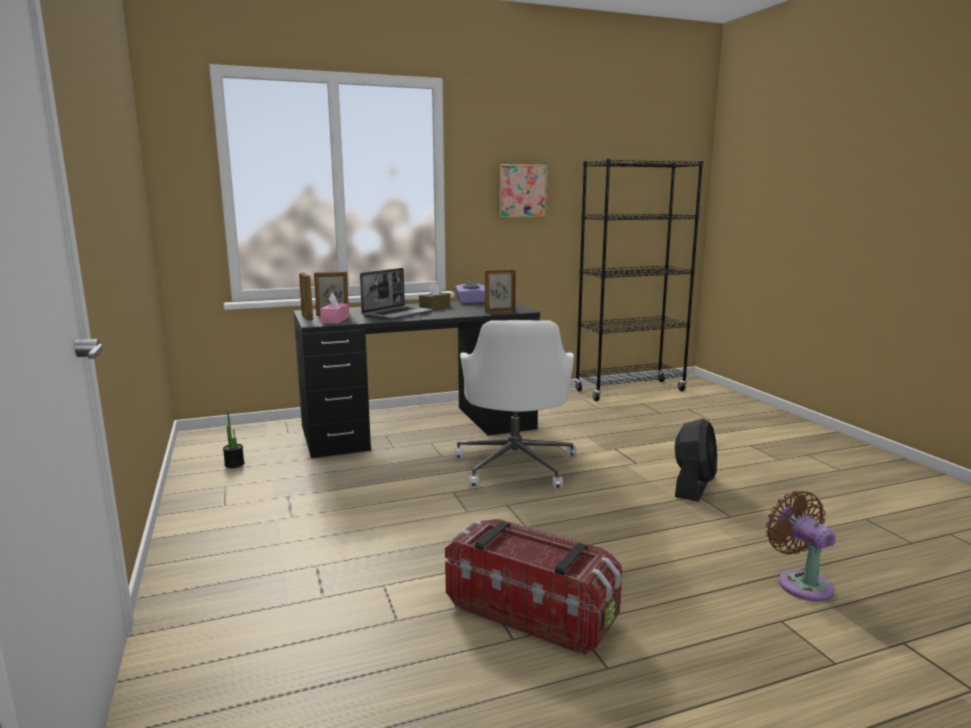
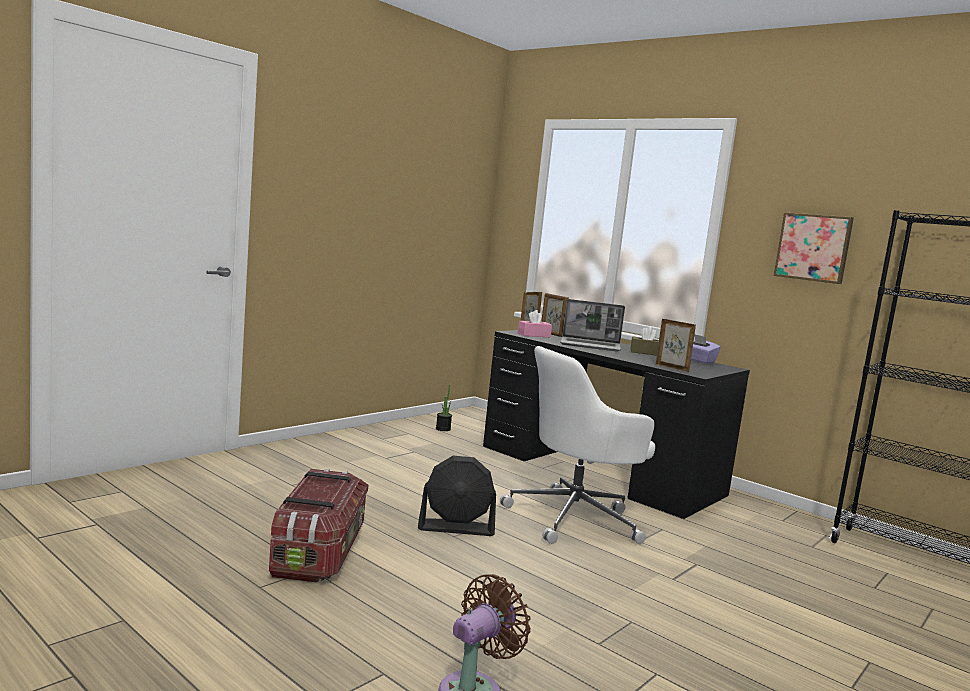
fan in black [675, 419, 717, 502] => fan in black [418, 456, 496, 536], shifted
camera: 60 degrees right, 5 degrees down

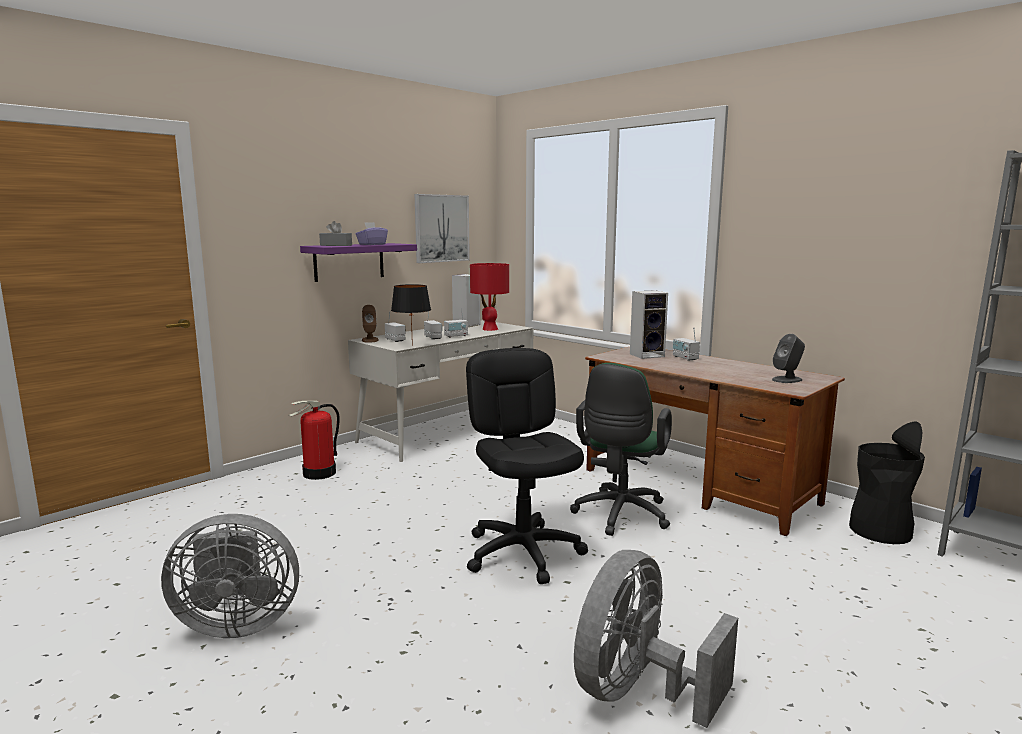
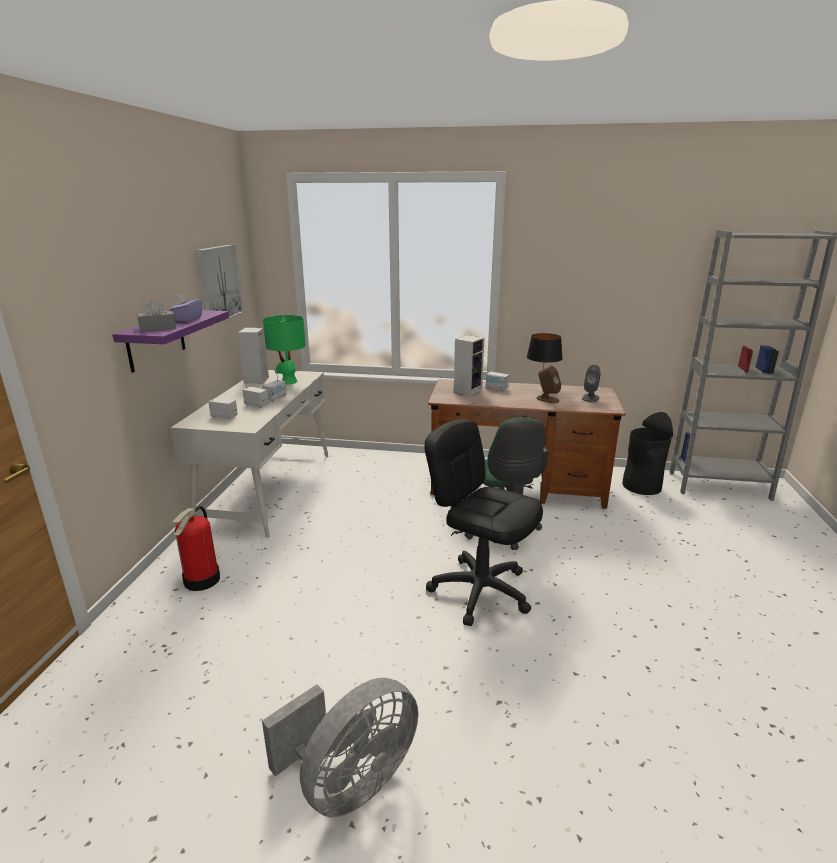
table lamp in red [470, 263, 509, 331] => table lamp in green [263, 315, 306, 384]
table lamp in black [391, 284, 431, 346] => table lamp in black [527, 333, 563, 388], shifted
speaker in brown [362, 305, 379, 342] => speaker in brown [536, 366, 561, 403], shifted
fan in grey [574, 550, 738, 728] => nothing
camera: 35 degrees left, 10 degrees up

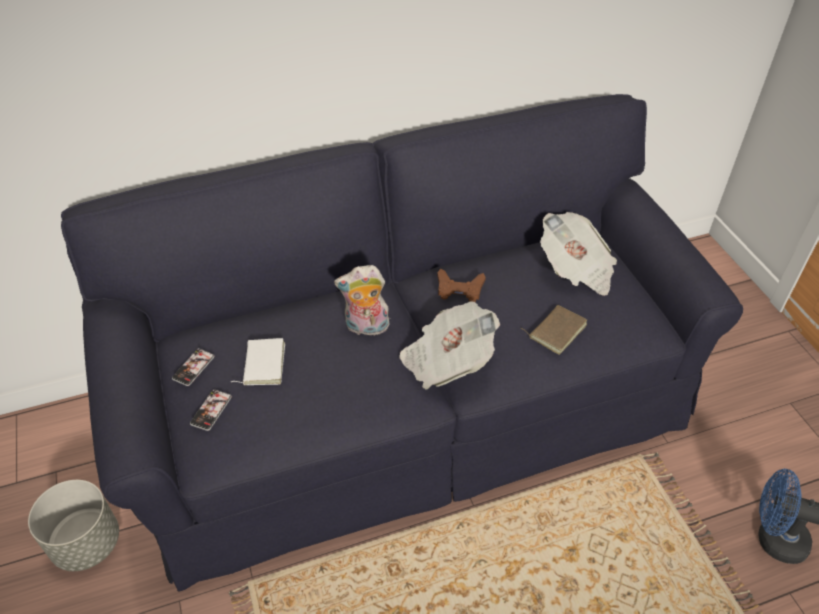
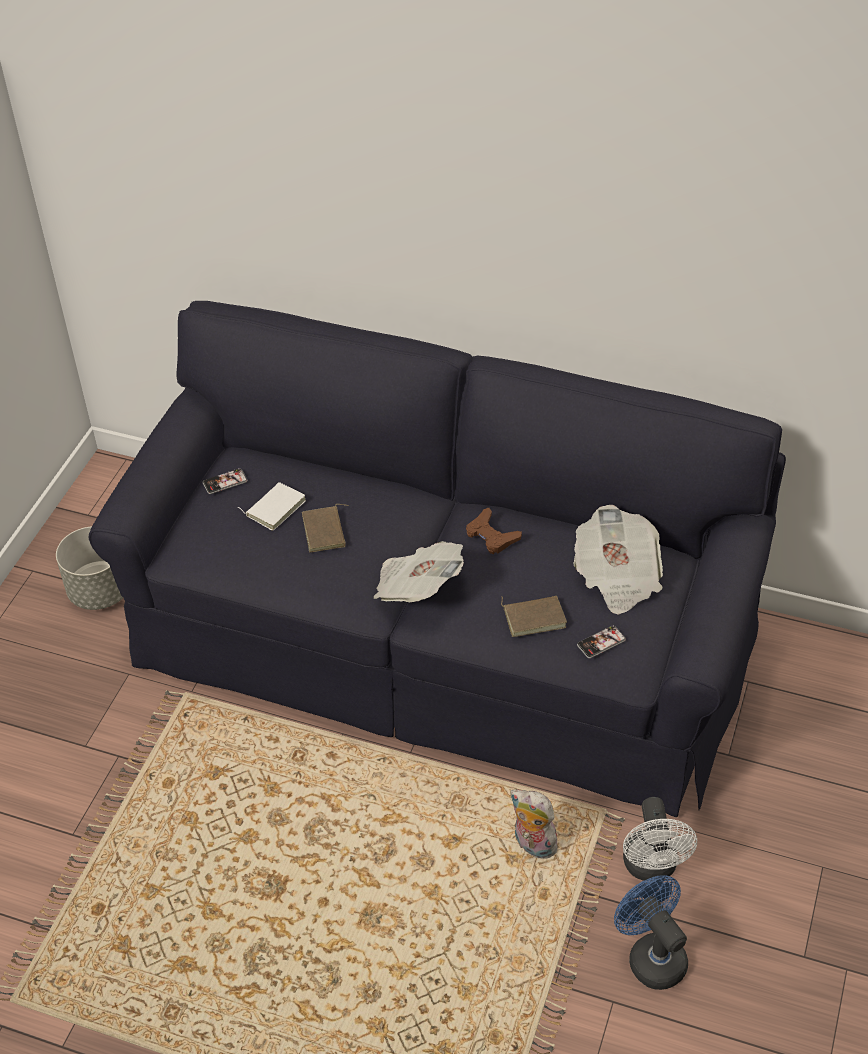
nothing => book in brown [302, 504, 348, 552]
plush toy [334, 265, 390, 336] => plush toy [510, 789, 560, 859], shifted
phone [190, 389, 232, 431] => phone [577, 626, 626, 658], shifted
nothing => fan in white [623, 797, 697, 881]
camera: 40 degrees right, 0 degrees up

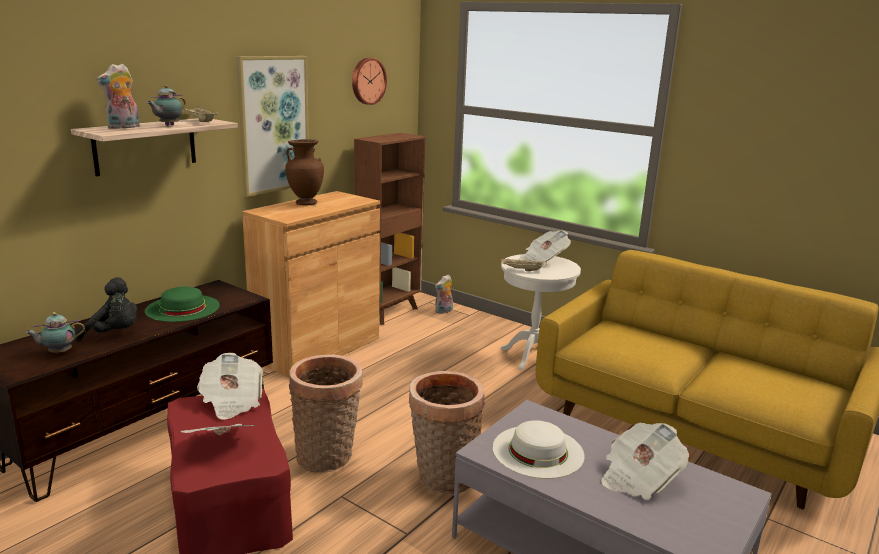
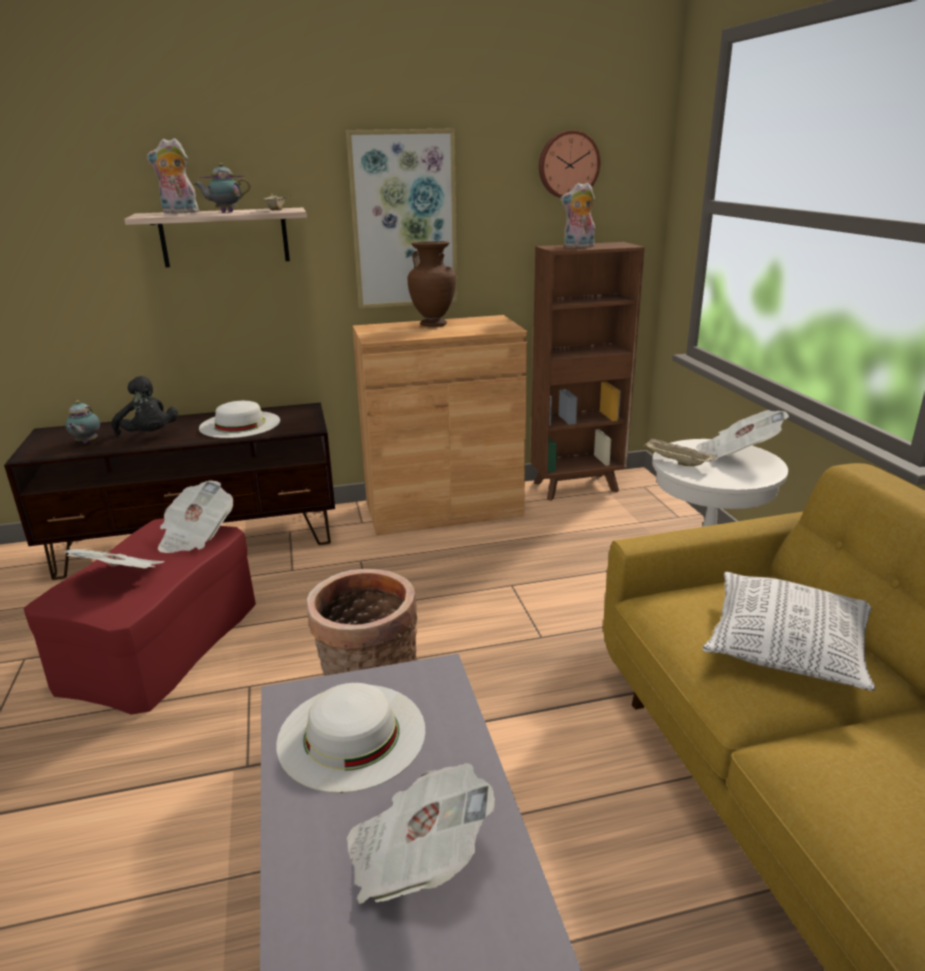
teapot [26, 312, 85, 353] => teapot [65, 400, 100, 444], 105 degrees counterclockwise
hat in green [145, 287, 220, 322] => hat in white [199, 401, 280, 438]
plush toy [435, 275, 453, 314] => plush toy [561, 182, 595, 248], shifted
nothing => pillow [702, 572, 876, 691]
basket [289, 354, 363, 472] => nothing
camera: 40 degrees right, 5 degrees up

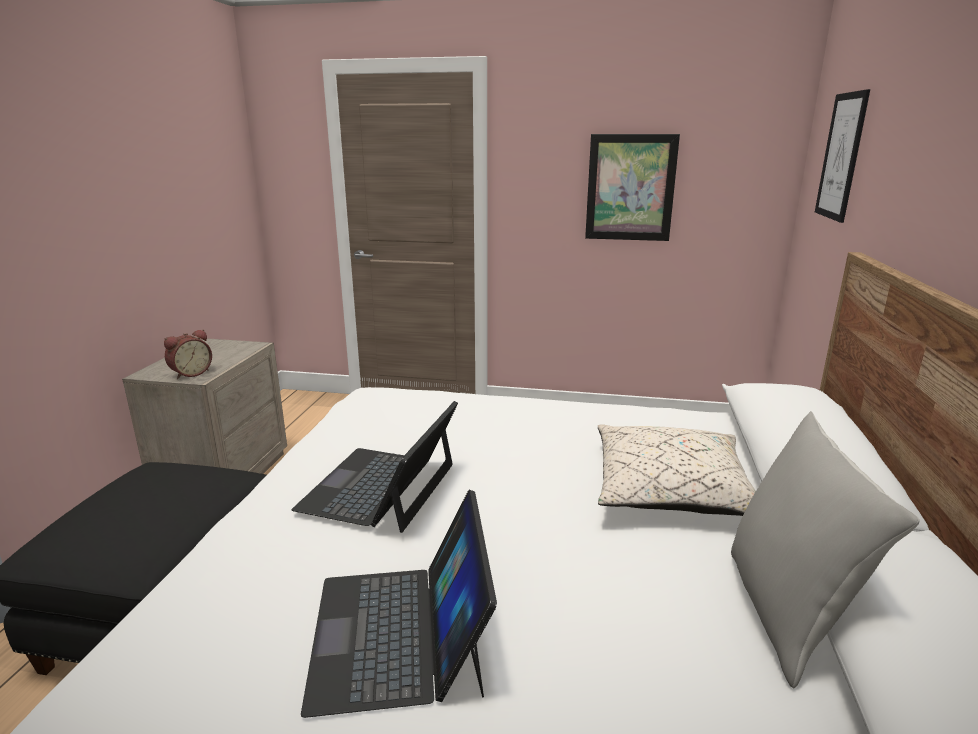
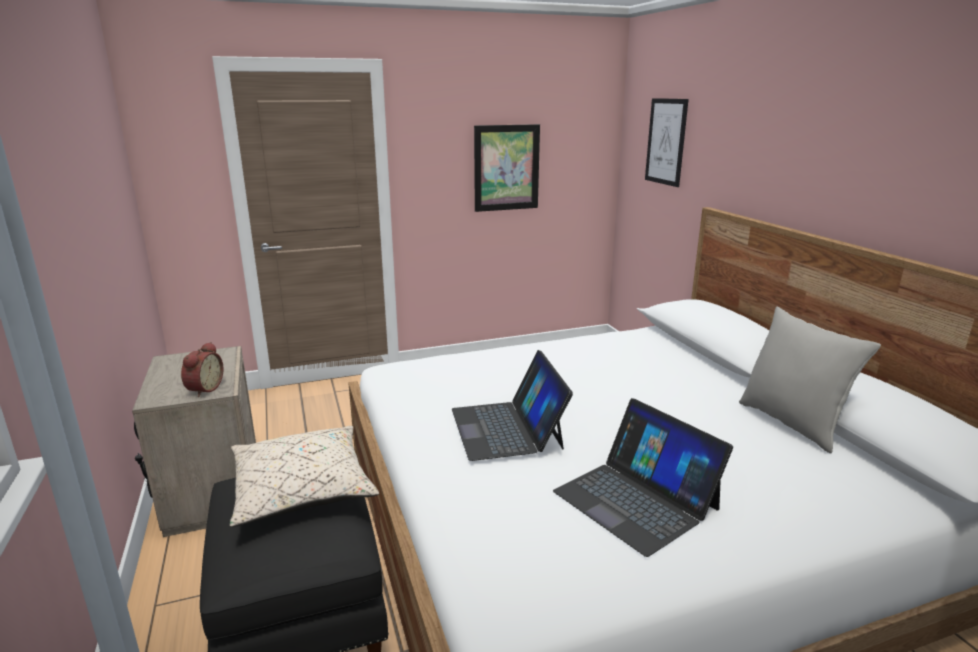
pillow in beige [598, 425, 756, 516] => pillow in beige [230, 426, 379, 527], shifted
camera: 30 degrees left, 0 degrees up

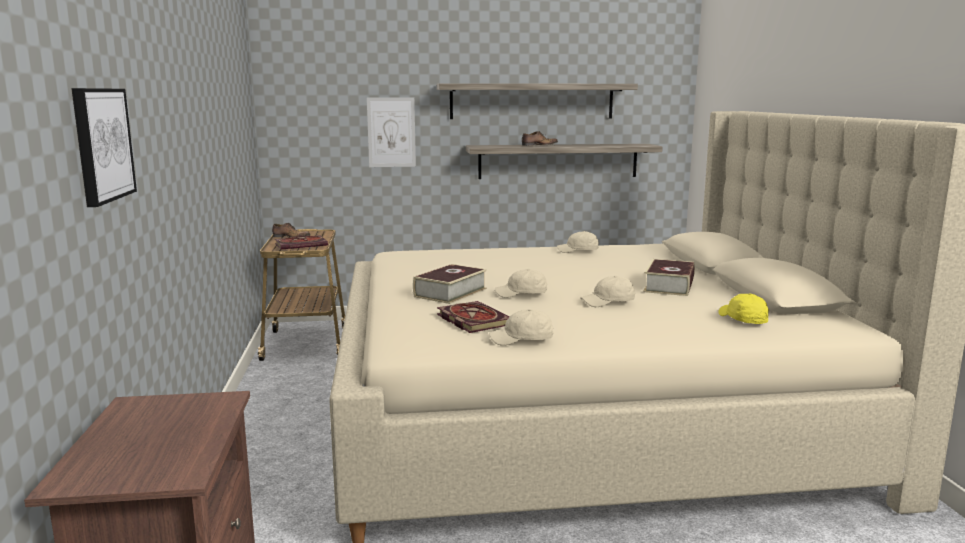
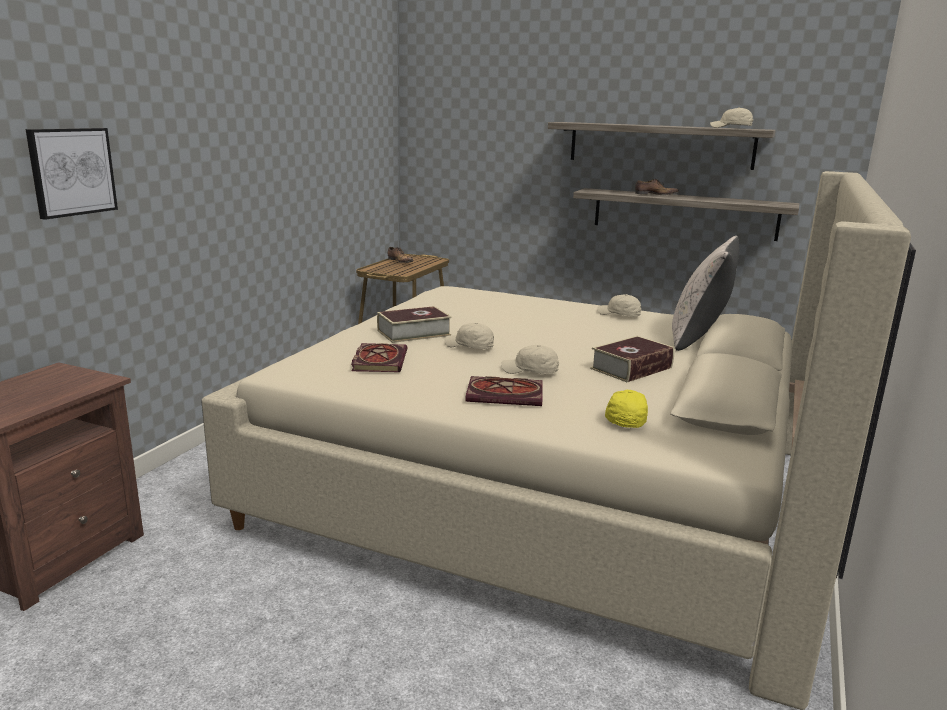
book [275, 235, 328, 249] => book [465, 376, 543, 406], shifted
nothing => pillow in beige [672, 236, 740, 351]
cap in beige [489, 309, 554, 346] => cap in beige [710, 107, 753, 128], shifted
picture [367, 97, 416, 167] => nothing
camera: 30 degrees right, 5 degrees up

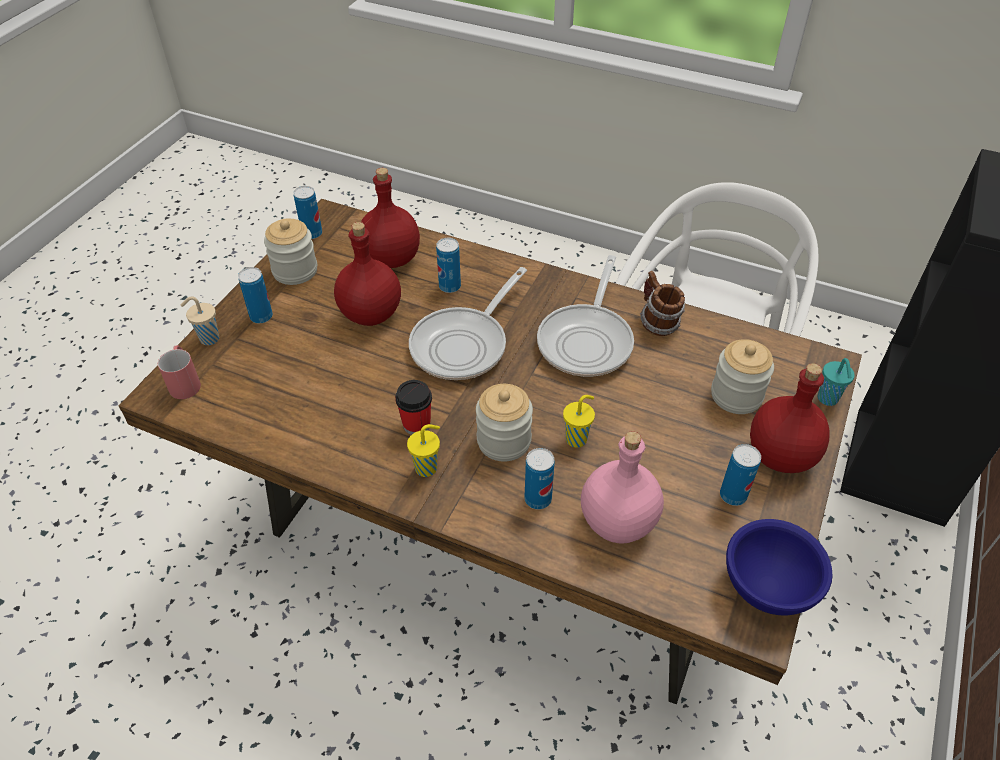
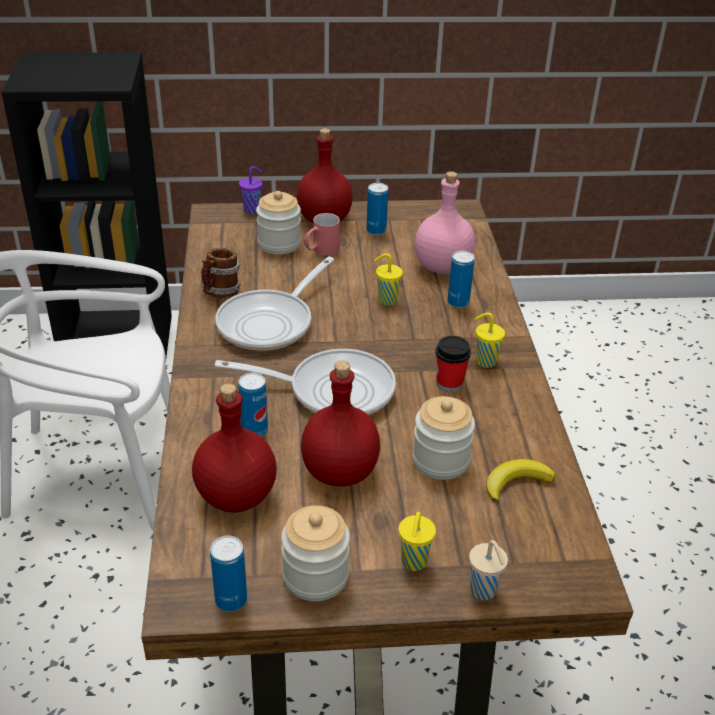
frying pan [537, 255, 634, 377] => frying pan [215, 257, 334, 351], 135 degrees clockwise
cup in turquoise [817, 358, 855, 406] => cup in purple [239, 166, 262, 214]
mug in red [158, 345, 201, 399] => mug in red [304, 213, 340, 255], shifted
can [238, 267, 273, 323] => cup in yellow [398, 512, 436, 571]
jar [476, 384, 533, 461] => jar [412, 396, 475, 480], shifted
nothing => banana [486, 459, 556, 503]
bowl in blue [726, 519, 833, 616] => nothing
camera: 120 degrees left, 10 degrees down

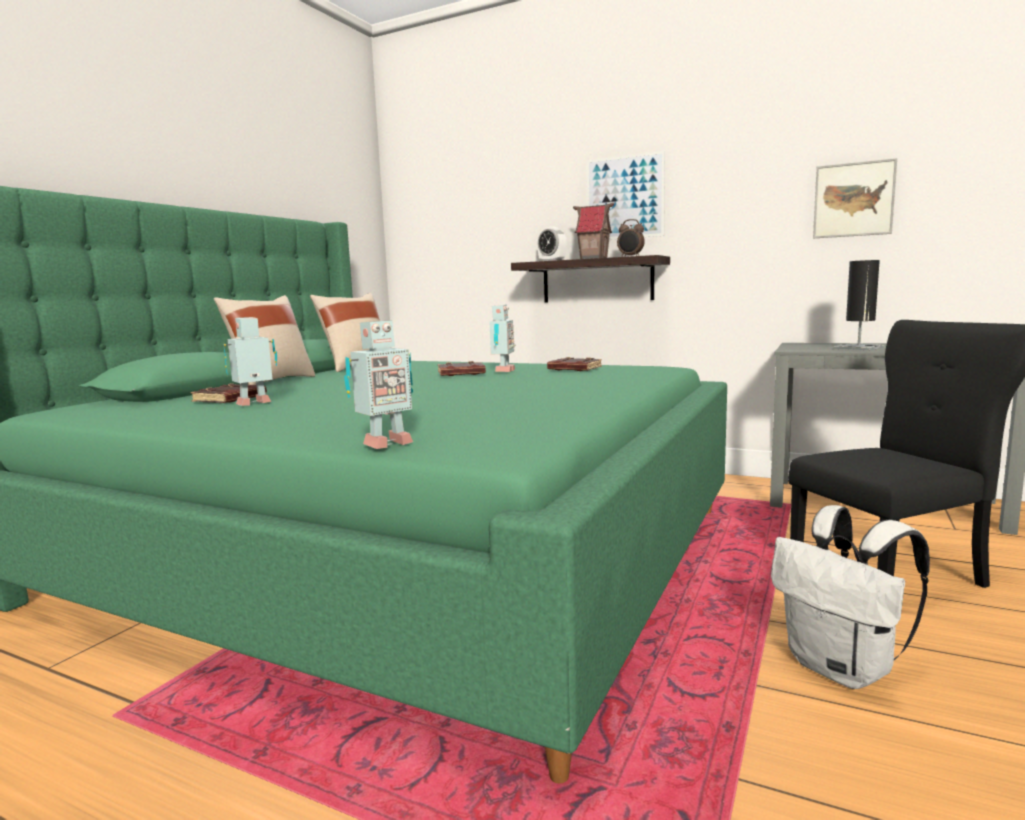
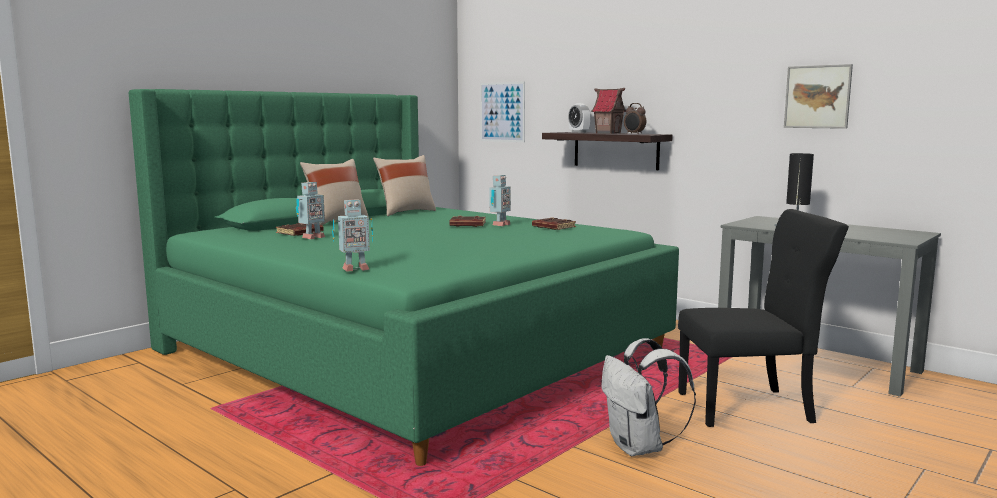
toy robot [223, 317, 277, 406] => toy robot [296, 182, 325, 239], 150 degrees clockwise
picture [586, 151, 665, 240] => picture [480, 82, 525, 142], shifted
camera: 15 degrees right, 0 degrees up

